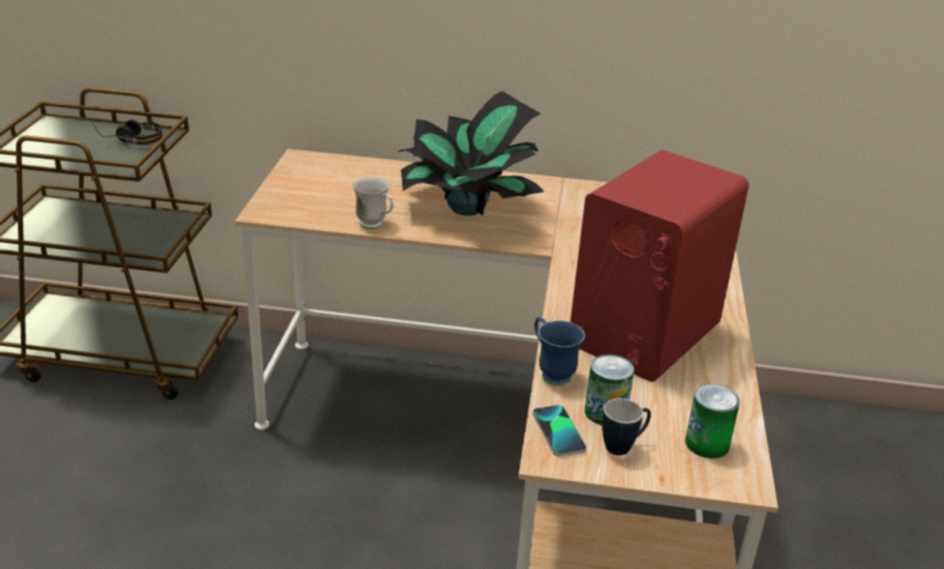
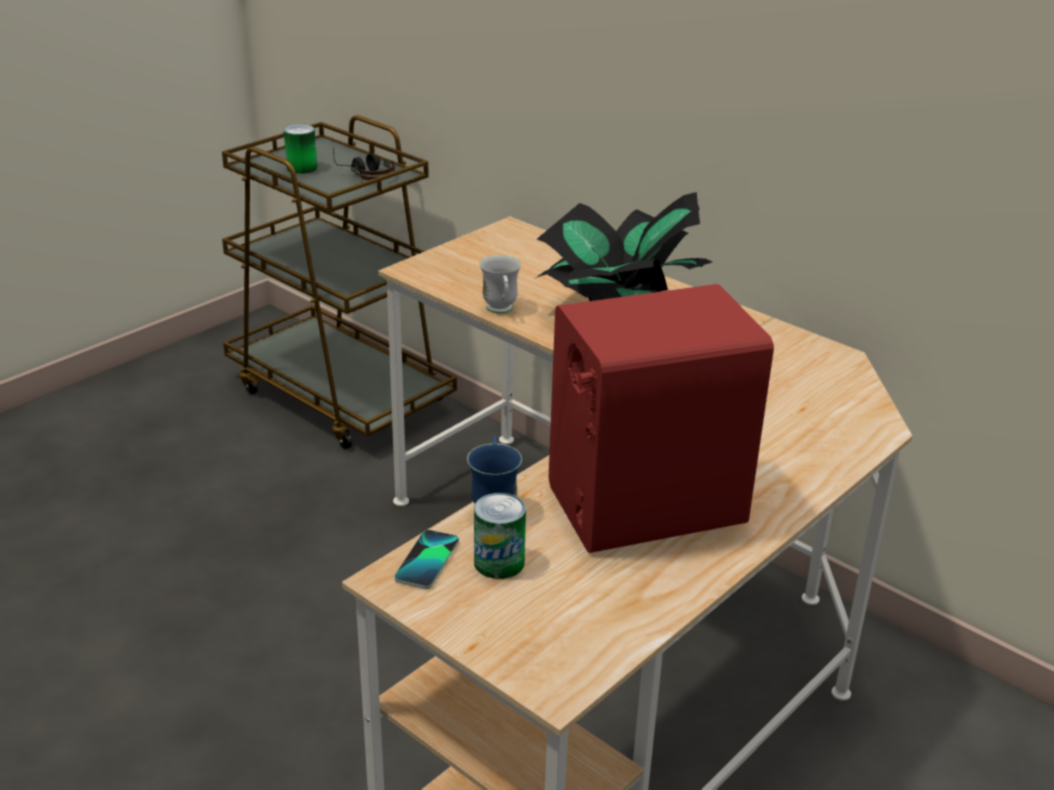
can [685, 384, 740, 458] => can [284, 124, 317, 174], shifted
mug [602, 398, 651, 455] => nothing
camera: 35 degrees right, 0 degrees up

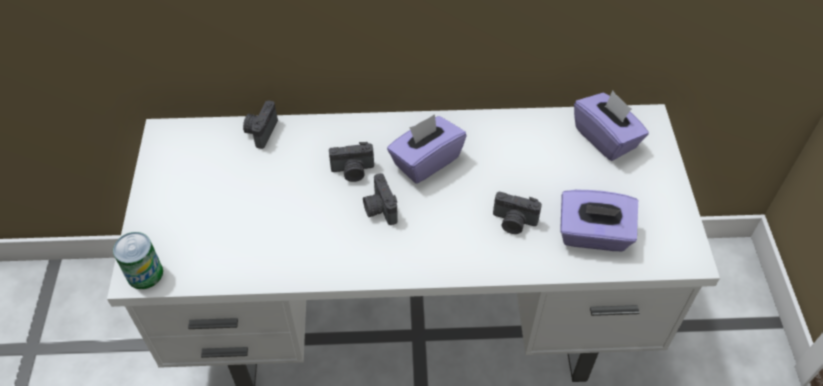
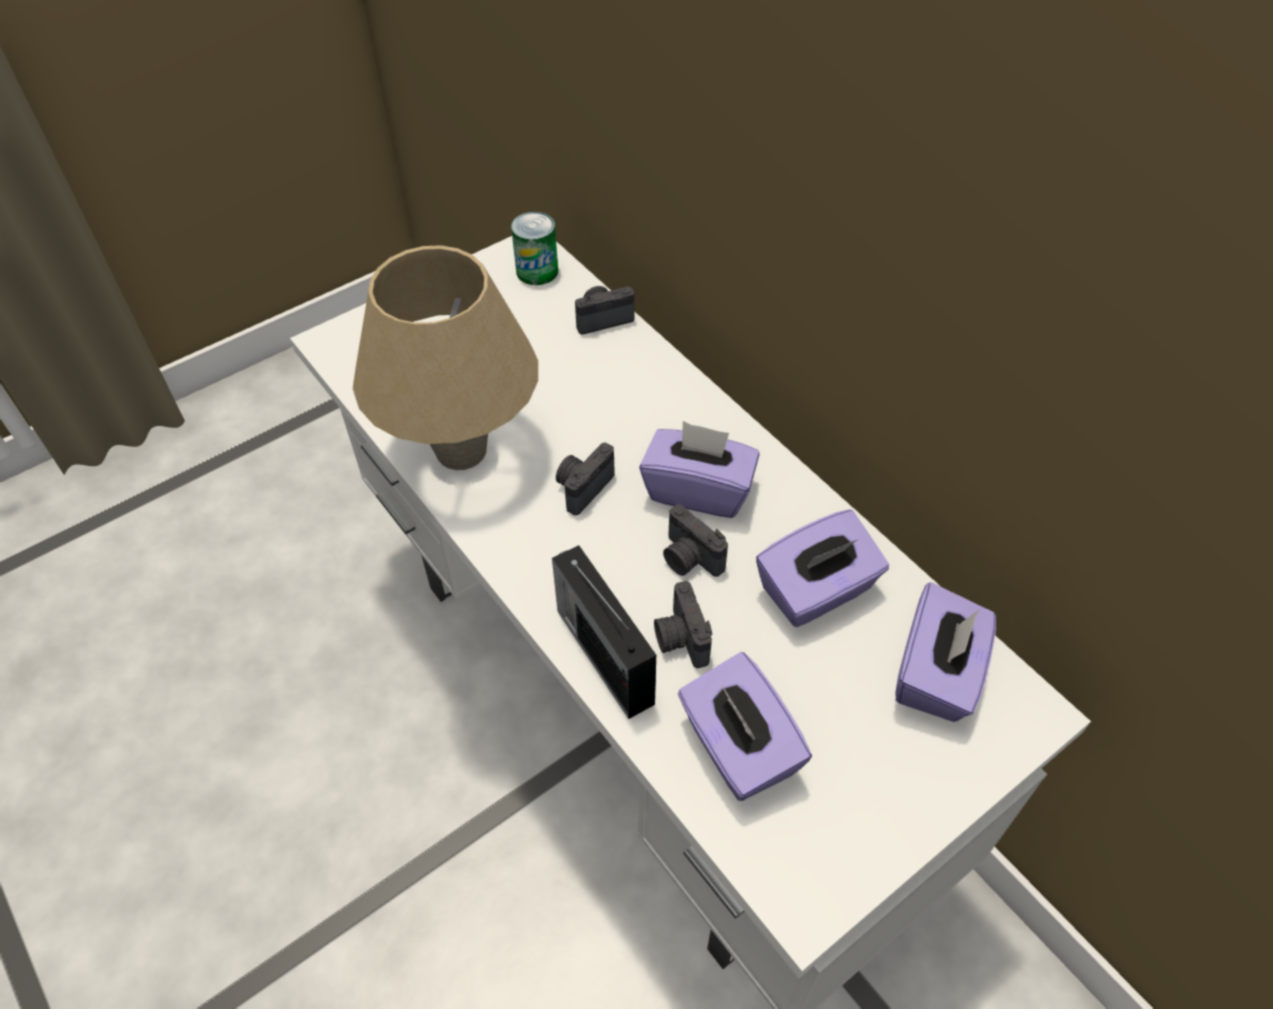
nothing => table lamp in beige [353, 245, 538, 470]
can [113, 232, 163, 289] => can [511, 212, 558, 285], shifted
nothing => radio [552, 545, 656, 719]
photo camera [329, 142, 374, 182] => photo camera [663, 504, 728, 577], shifted
nothing => tissue box in purple [756, 509, 889, 627]
camera: 55 degrees right, 0 degrees up

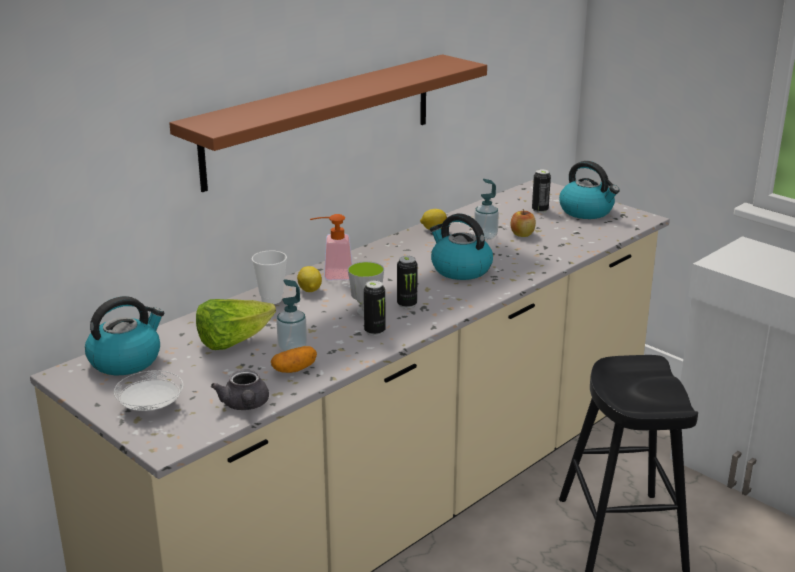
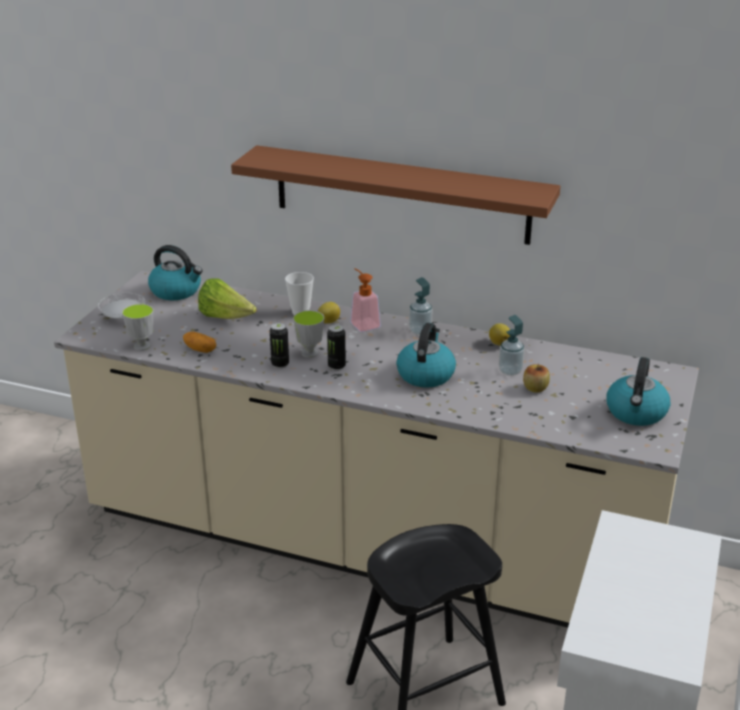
teapot in grey [211, 370, 269, 410] => cup [122, 304, 154, 351]
soap dispenser [276, 279, 307, 352] => soap dispenser [409, 277, 433, 335], shifted
can [532, 169, 551, 213] => nothing
camera: 65 degrees right, 5 degrees up

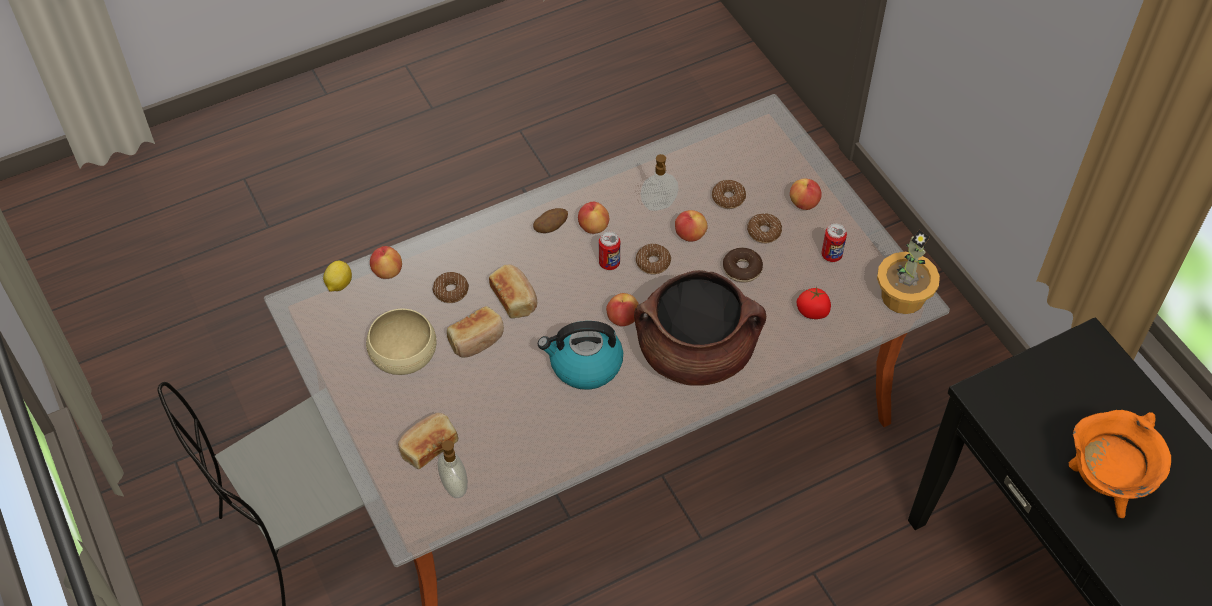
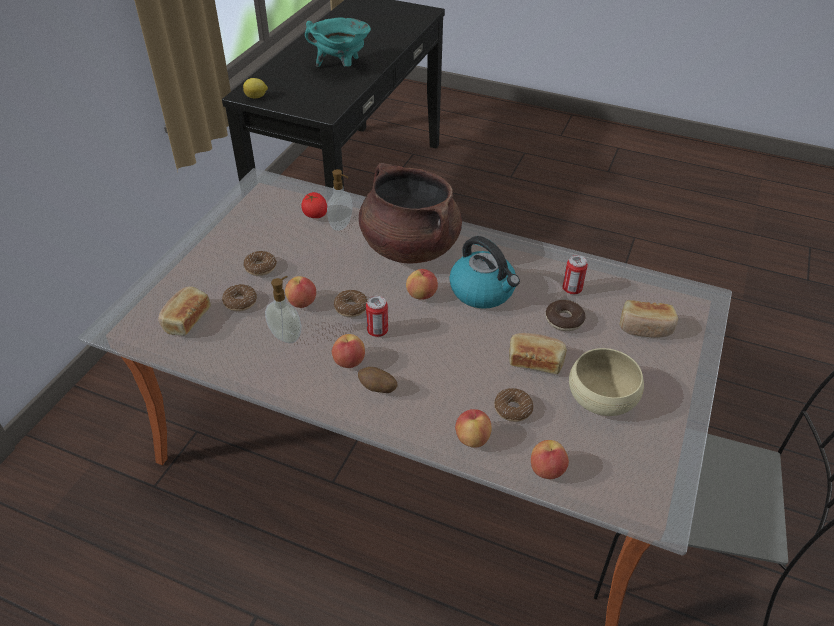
bread [489, 264, 537, 318] => bread [158, 286, 211, 336], shifted
lemon [323, 261, 352, 292] => lemon [243, 78, 268, 98], shifted
cooking pot in orange [1069, 410, 1171, 518] => cooking pot in turquoise [305, 18, 371, 67]
soap dispenser [433, 440, 468, 498] => soap dispenser [327, 169, 353, 231], shifted
apple [790, 179, 822, 210] => apple [455, 409, 492, 448], shifted
donut [723, 248, 763, 282] => donut [545, 300, 586, 331], shifted
can [821, 224, 847, 262] => can [562, 255, 588, 294], shifted
potted plant [877, 230, 940, 314] => nothing
camera: 130 degrees left, 10 degrees down

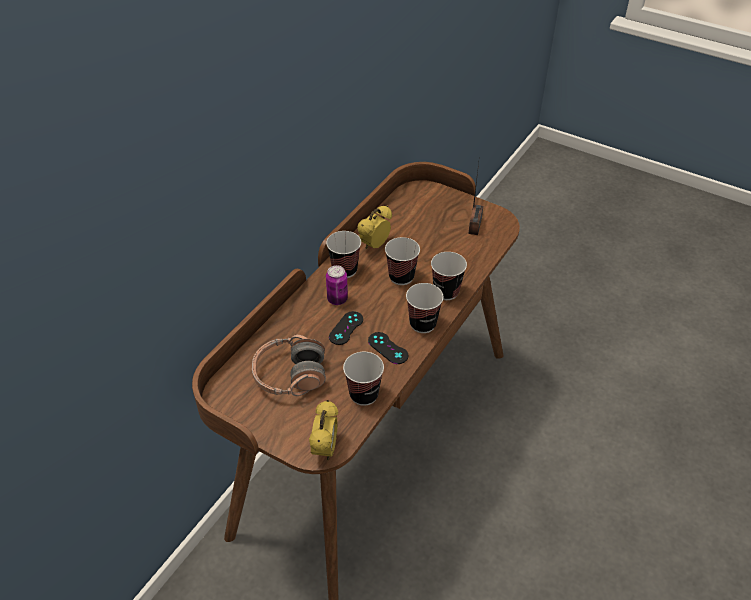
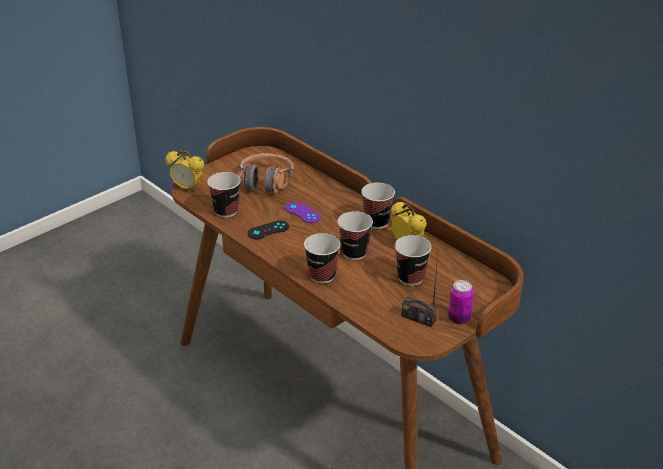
game controller in black [329, 311, 363, 345] => game controller in purple [285, 202, 321, 223]
cup [406, 283, 444, 333] => cup [395, 235, 432, 286], shifted
can [326, 265, 348, 305] => can [448, 280, 474, 324], shifted
camera: 105 degrees right, 10 degrees down

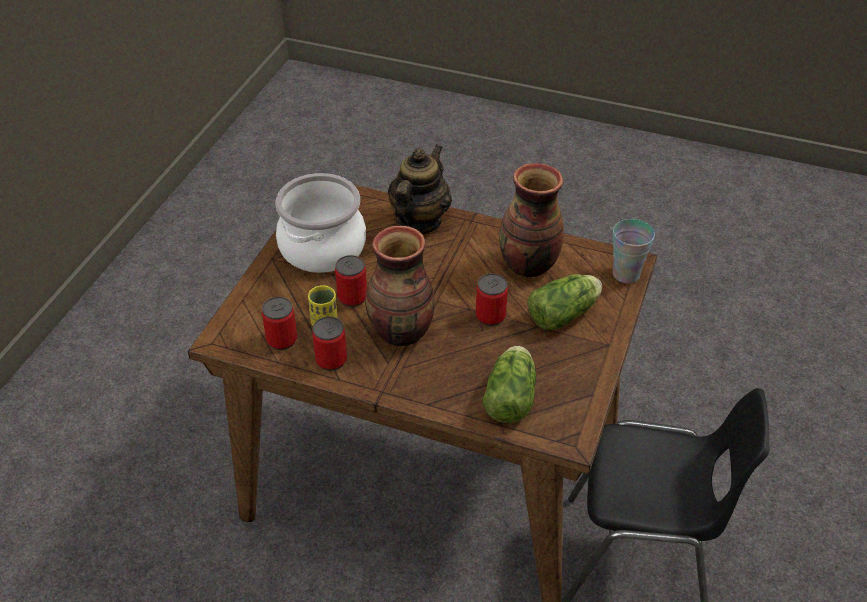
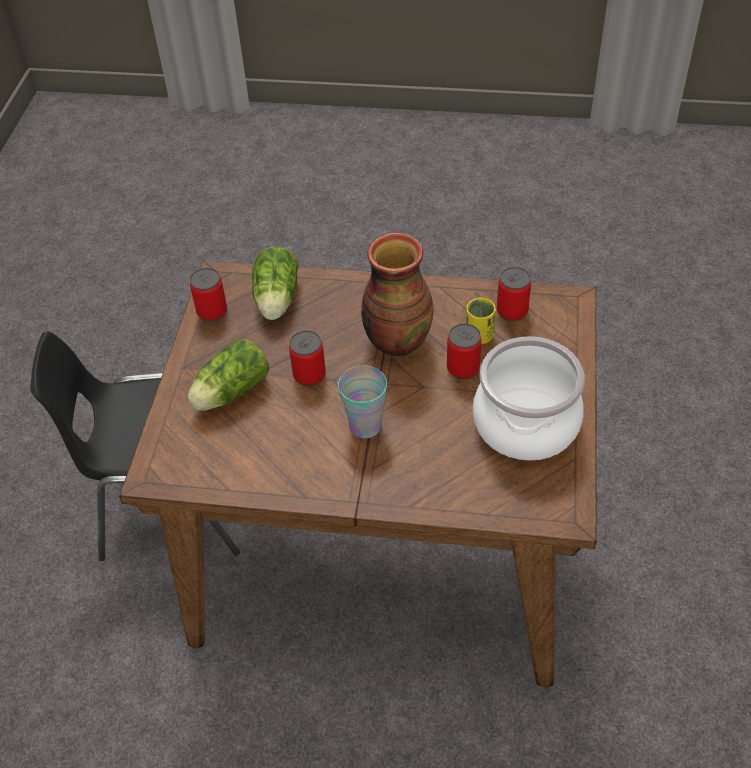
can [312, 317, 347, 371] => can [190, 268, 227, 321], shifted
cup [613, 219, 655, 283] => cup [338, 365, 387, 438], shifted
teapot [388, 144, 452, 234] => nothing
vase [499, 163, 564, 277] => nothing
camera: 170 degrees right, 5 degrees up

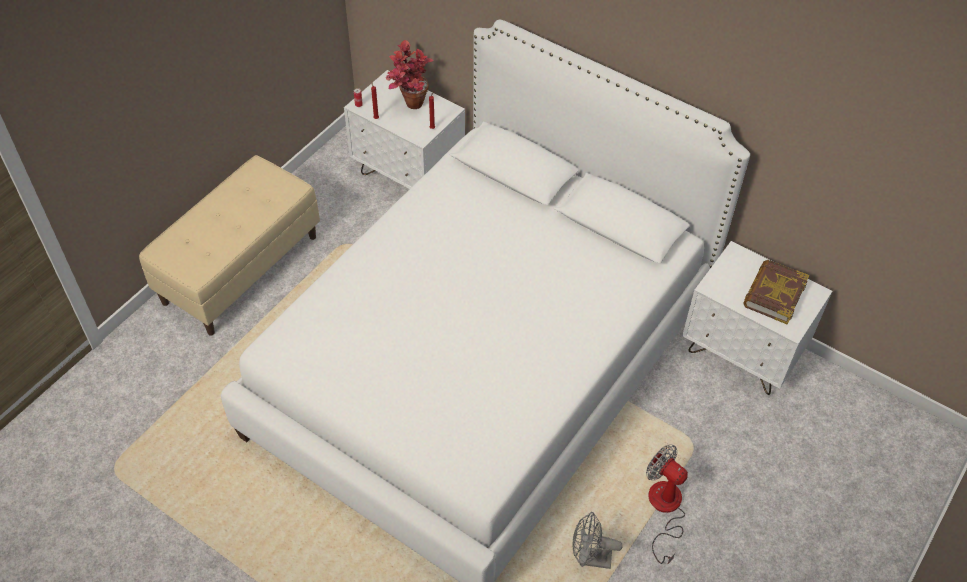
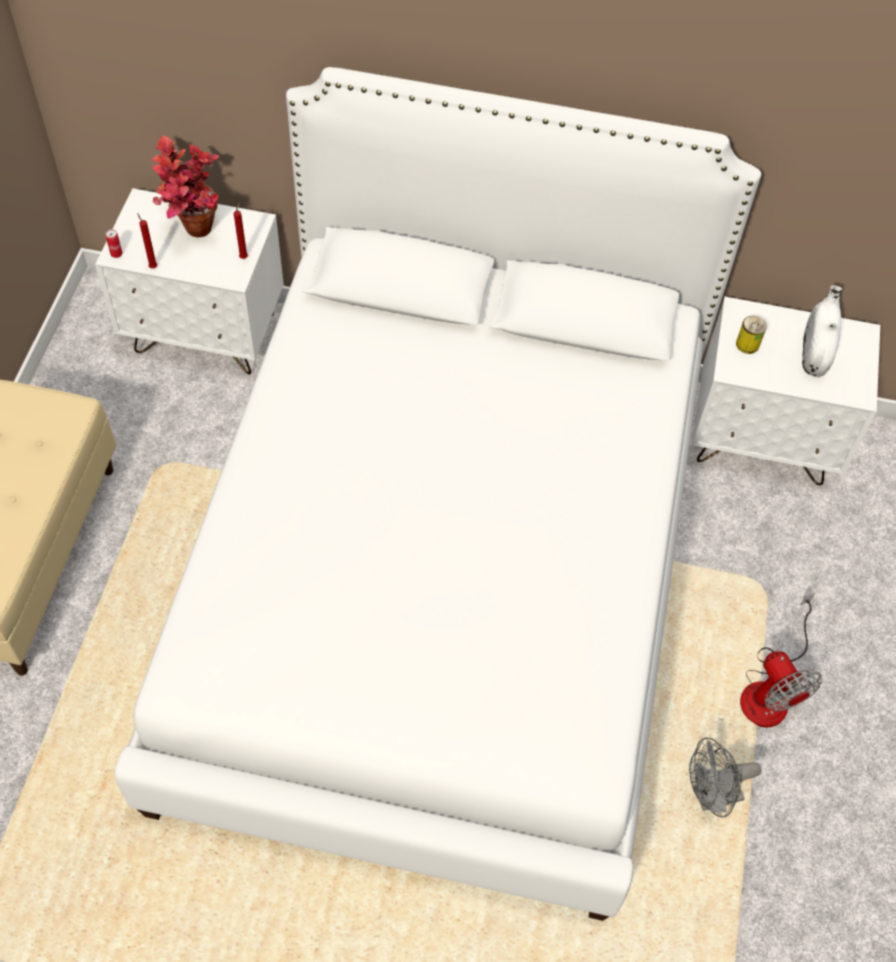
nothing => can [736, 316, 767, 354]
fan [646, 445, 688, 565] => fan [740, 593, 822, 728], 135 degrees counterclockwise
book [743, 259, 809, 325] => vase in white [802, 285, 842, 377]
camera: 25 degrees left, 5 degrees up

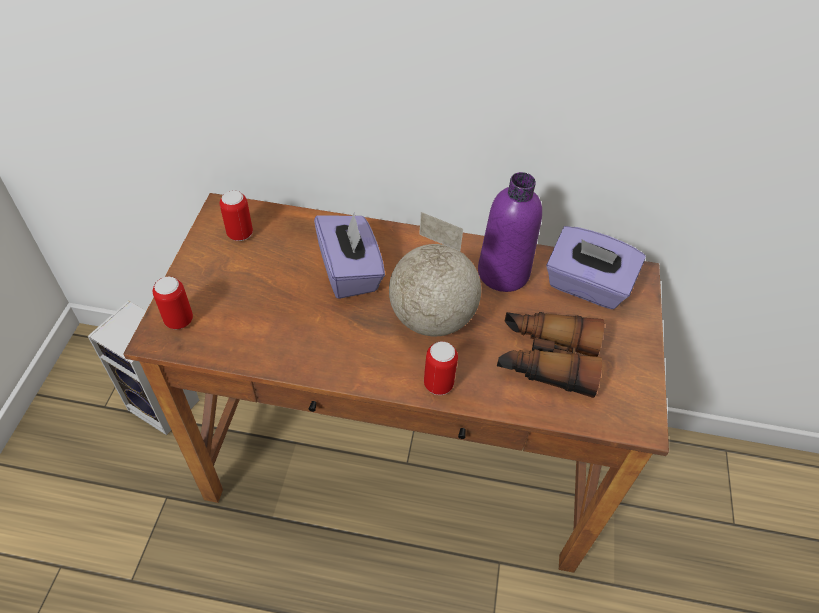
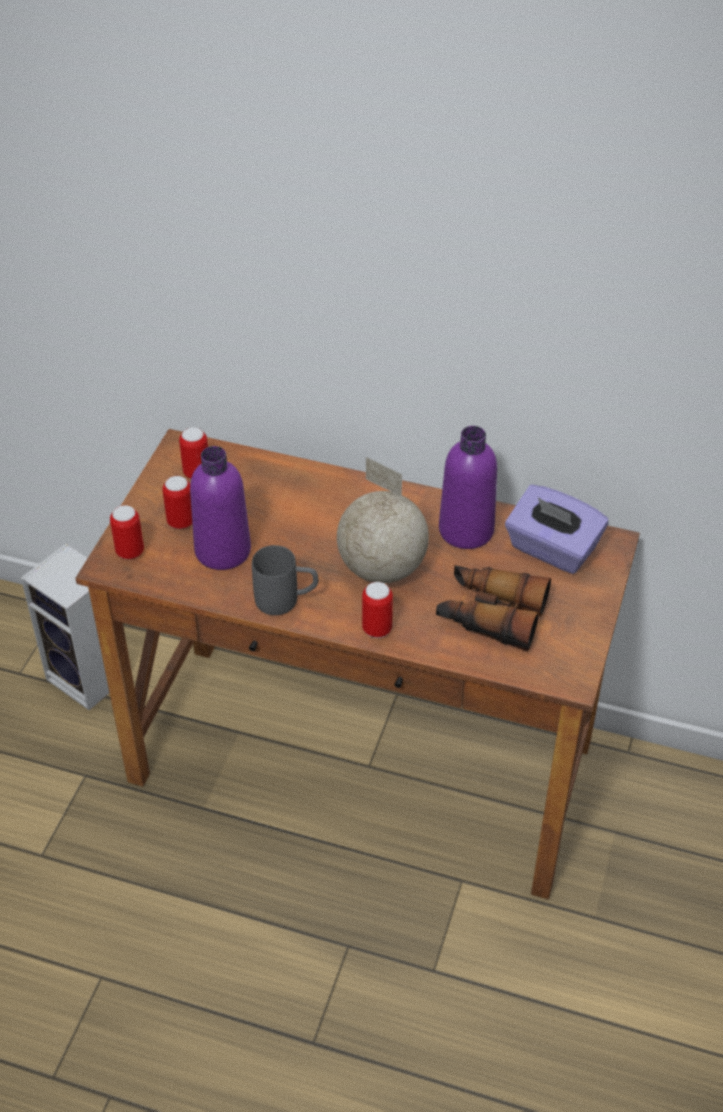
nothing => can [162, 476, 192, 529]
nothing => bottle in purple [190, 446, 251, 570]
nothing => mug in grey [252, 545, 318, 615]
tissue box in purple [314, 211, 385, 299] => nothing
camera: 10 degrees right, 5 degrees down

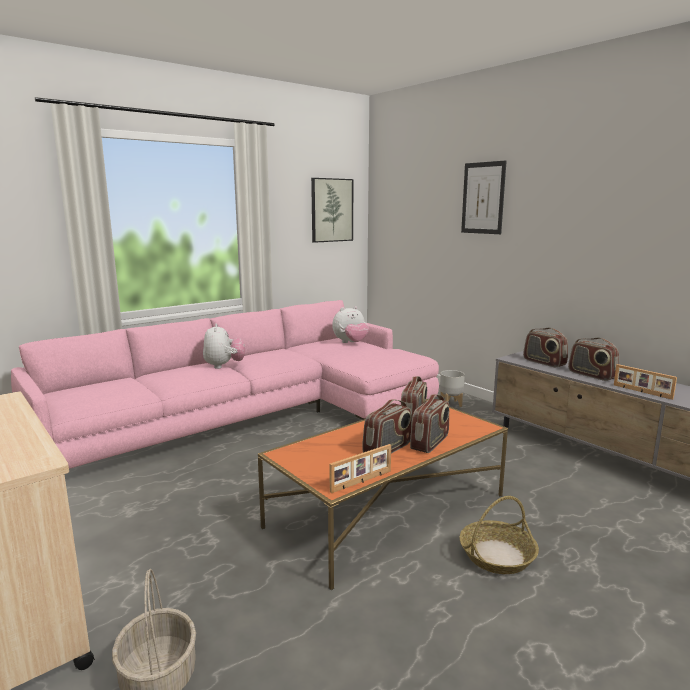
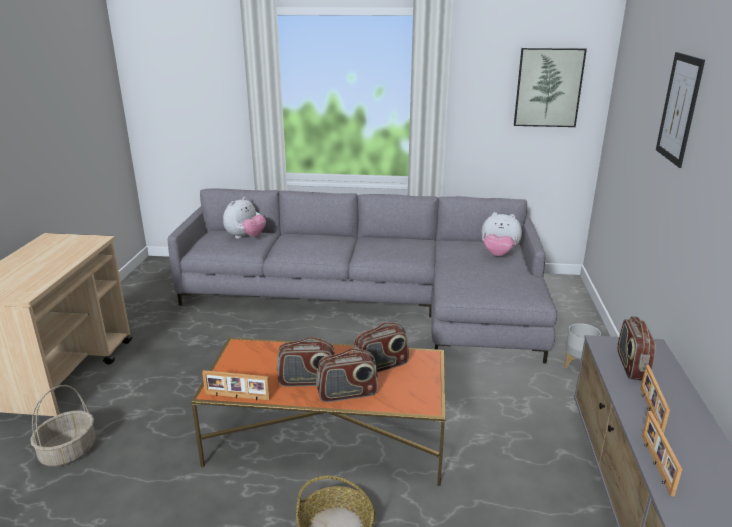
sofa in pink [11, 300, 439, 469] => sofa in grey [168, 188, 557, 364]
plush toy [203, 323, 245, 369] => plush toy [223, 197, 266, 239], shifted
radio [568, 338, 619, 381] => picture frame [640, 365, 670, 434]
camera: 45 degrees right, 10 degrees up

